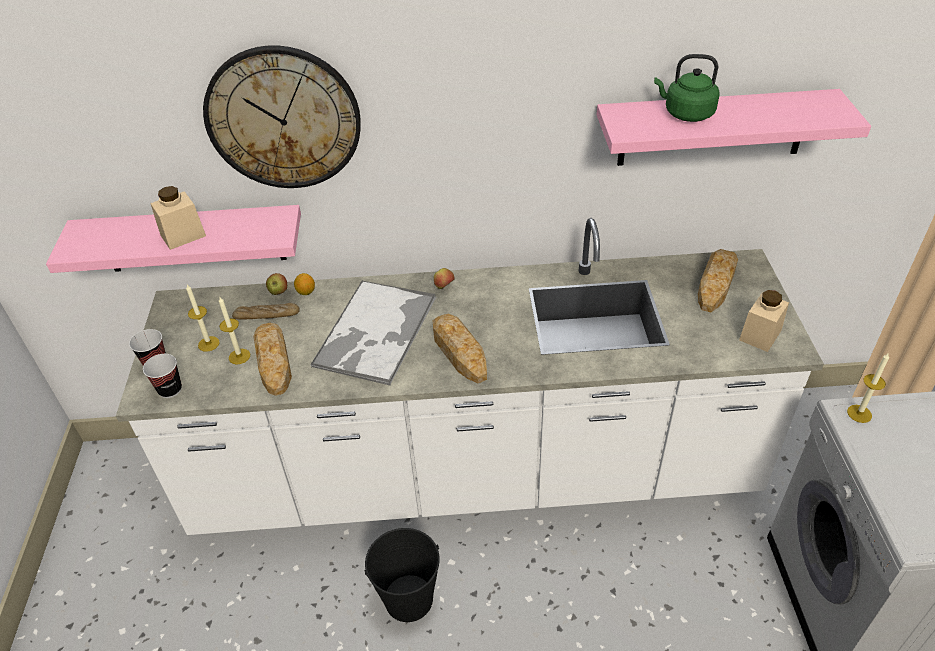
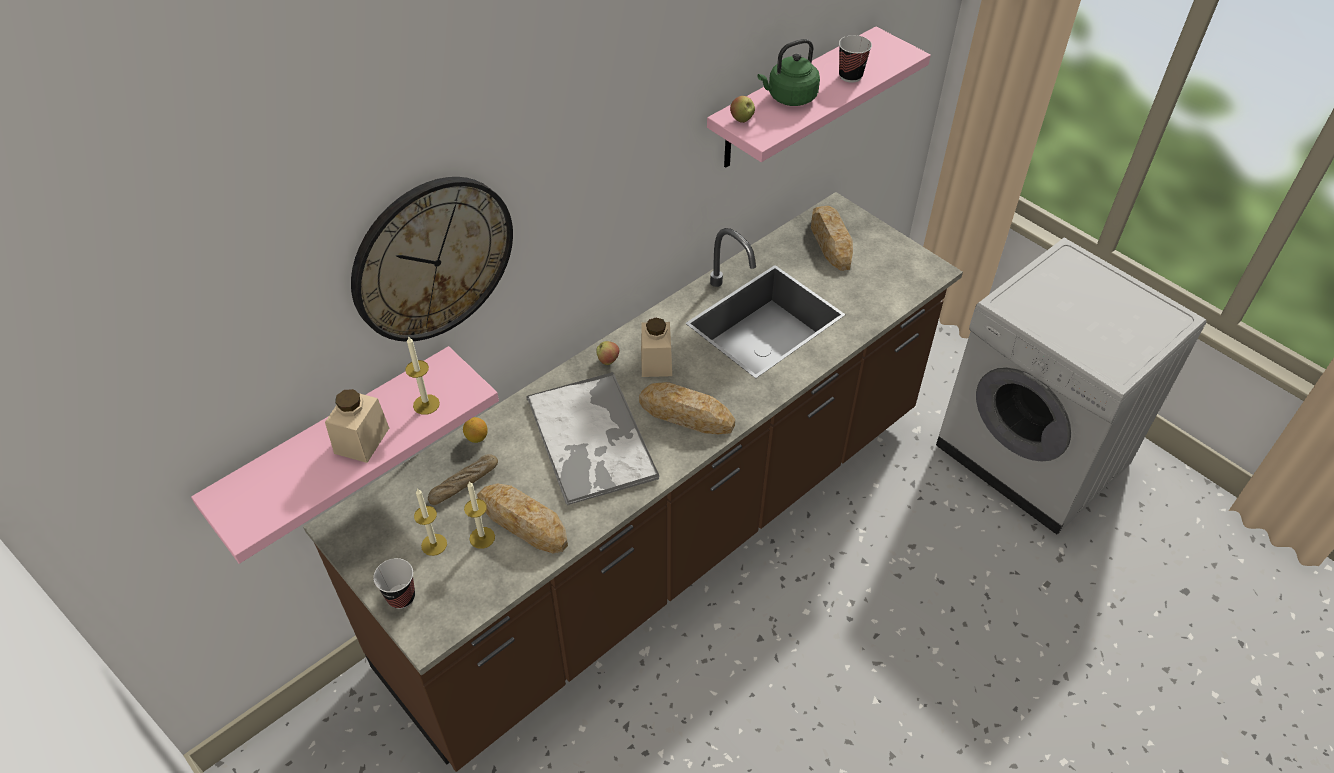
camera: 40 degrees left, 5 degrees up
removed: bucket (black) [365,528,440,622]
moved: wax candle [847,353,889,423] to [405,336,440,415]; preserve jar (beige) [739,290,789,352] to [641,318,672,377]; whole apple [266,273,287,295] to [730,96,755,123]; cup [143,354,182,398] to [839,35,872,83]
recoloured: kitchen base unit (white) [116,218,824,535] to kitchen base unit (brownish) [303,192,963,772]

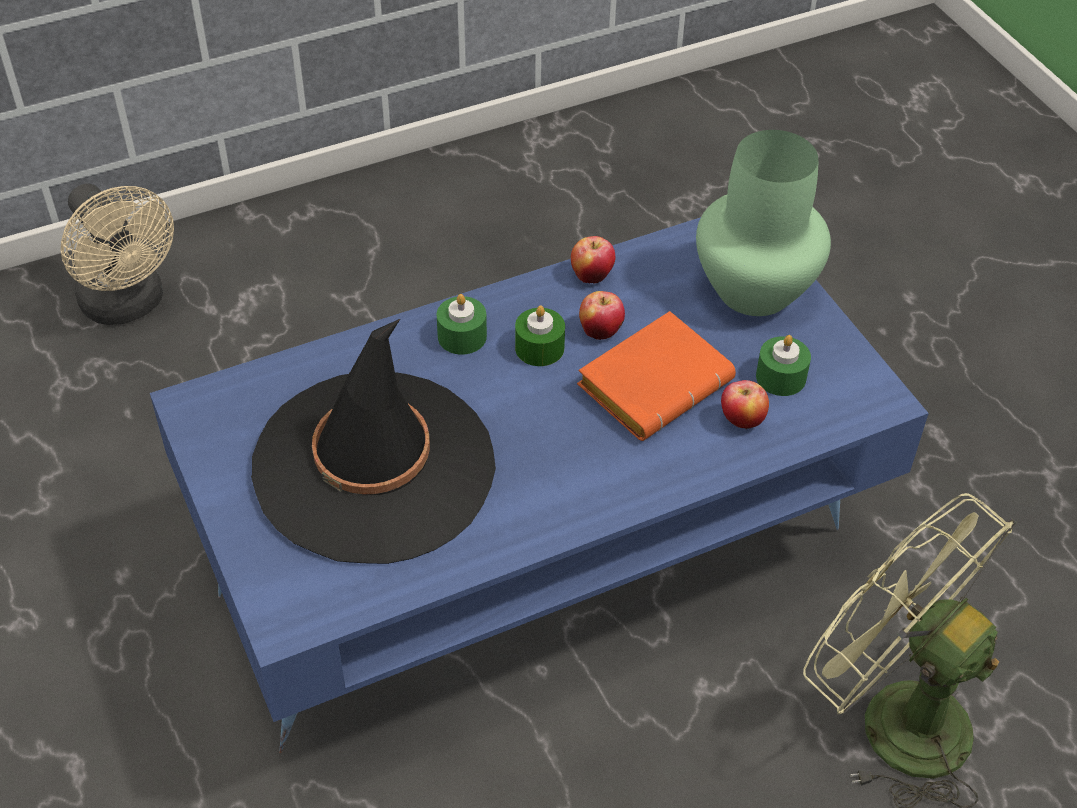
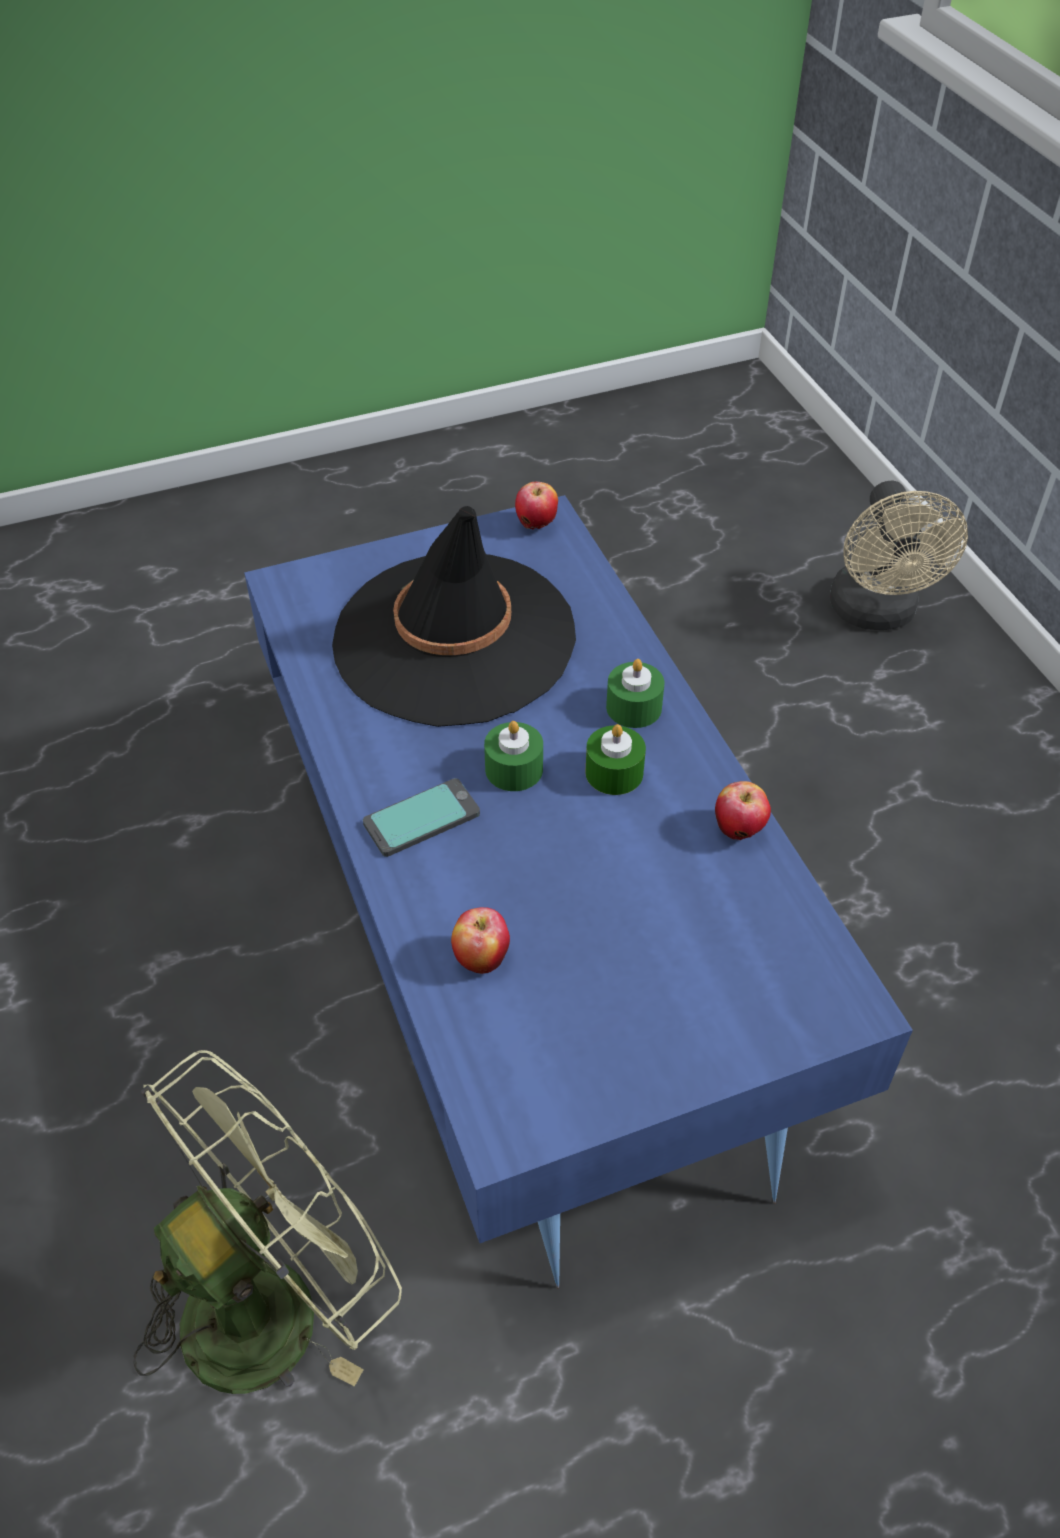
camera: 95 degrees right, 0 degrees up
removed: book (orange-coloured) [577,311,736,441]; vase (greenish) [696,130,831,316]
added: telephone [363,778,480,857]
moved: wax candle (greenish) [756,335,811,396] to [484,721,543,791]; whole apple [579,291,625,340] to [515,482,558,530]
turned: cooling fan (beige) [61,183,174,325] = [830,480,968,630] 60 degrees counterclockwise

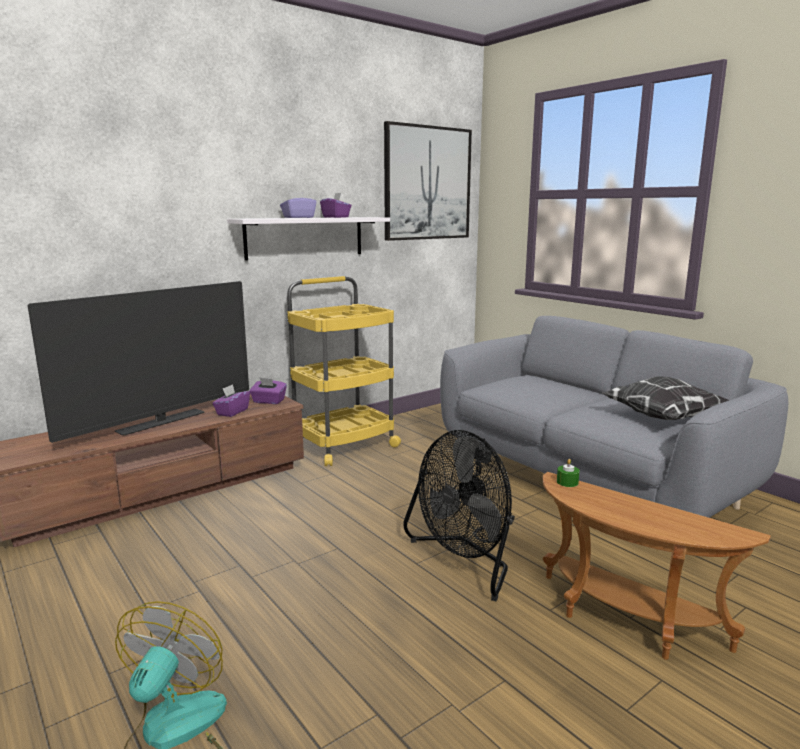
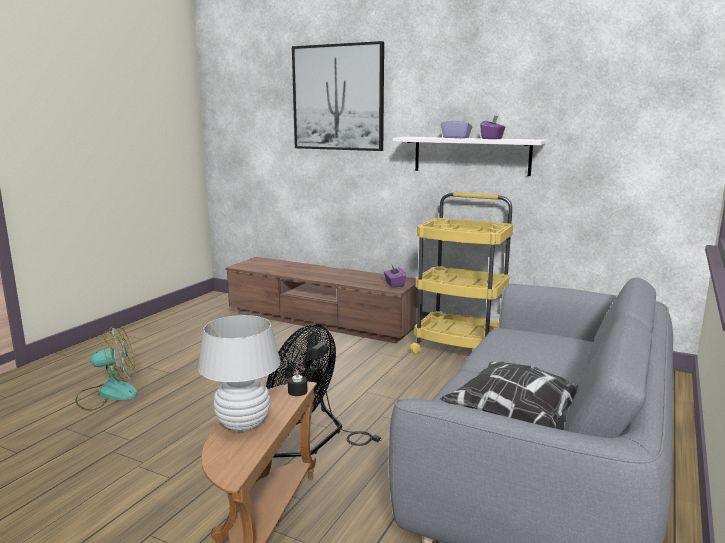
camera: 65 degrees right, 0 degrees up
removed: TV [28,281,249,443]; box of tissues (purplish) [212,384,250,417]
added: tabletop lamp (white) [198,315,281,432]
moved: picture [384,121,472,241] to [292,41,384,151]
recoloured: wax candle (greenish) [557,459,580,487] to wax candle (black) [288,370,307,396]

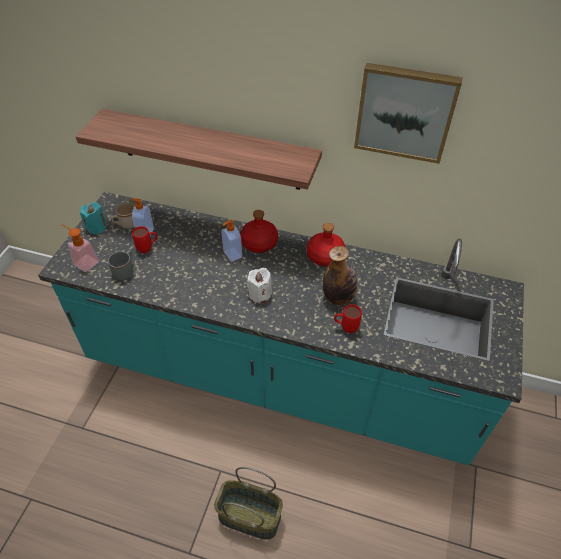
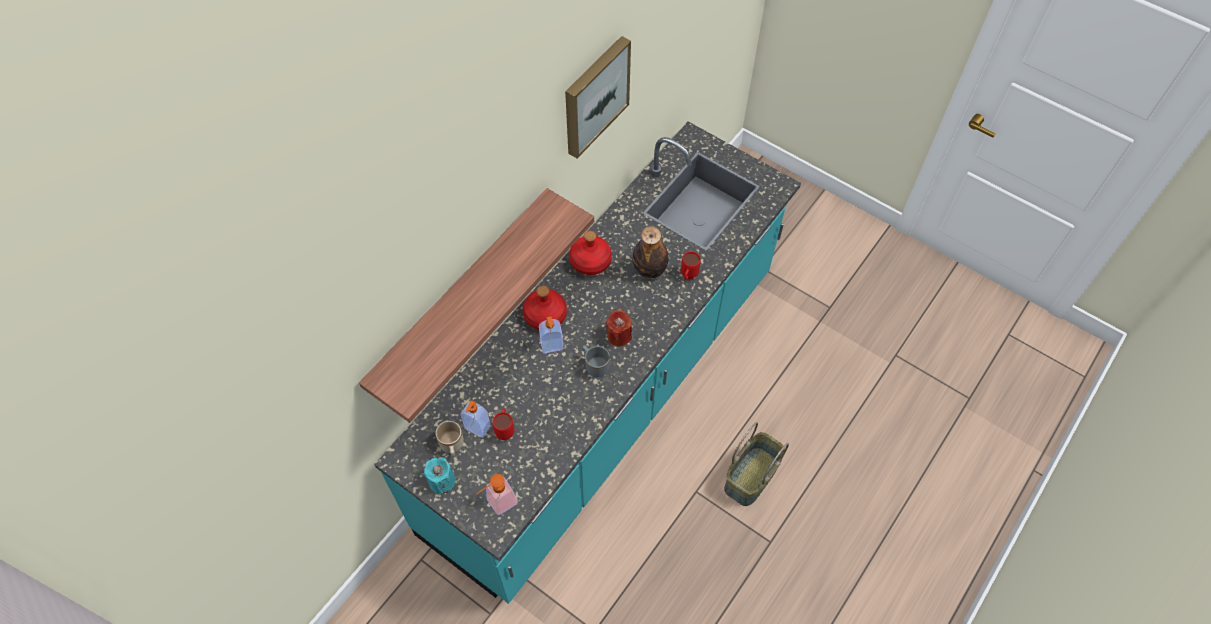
camera: 70 degrees left, 10 degrees up
moved: mug (greyish) [108,250,134,280] to [582,345,610,377]
recoloured: wax candle (white) [246,268,272,304] to wax candle (reddish) [606,310,632,346]

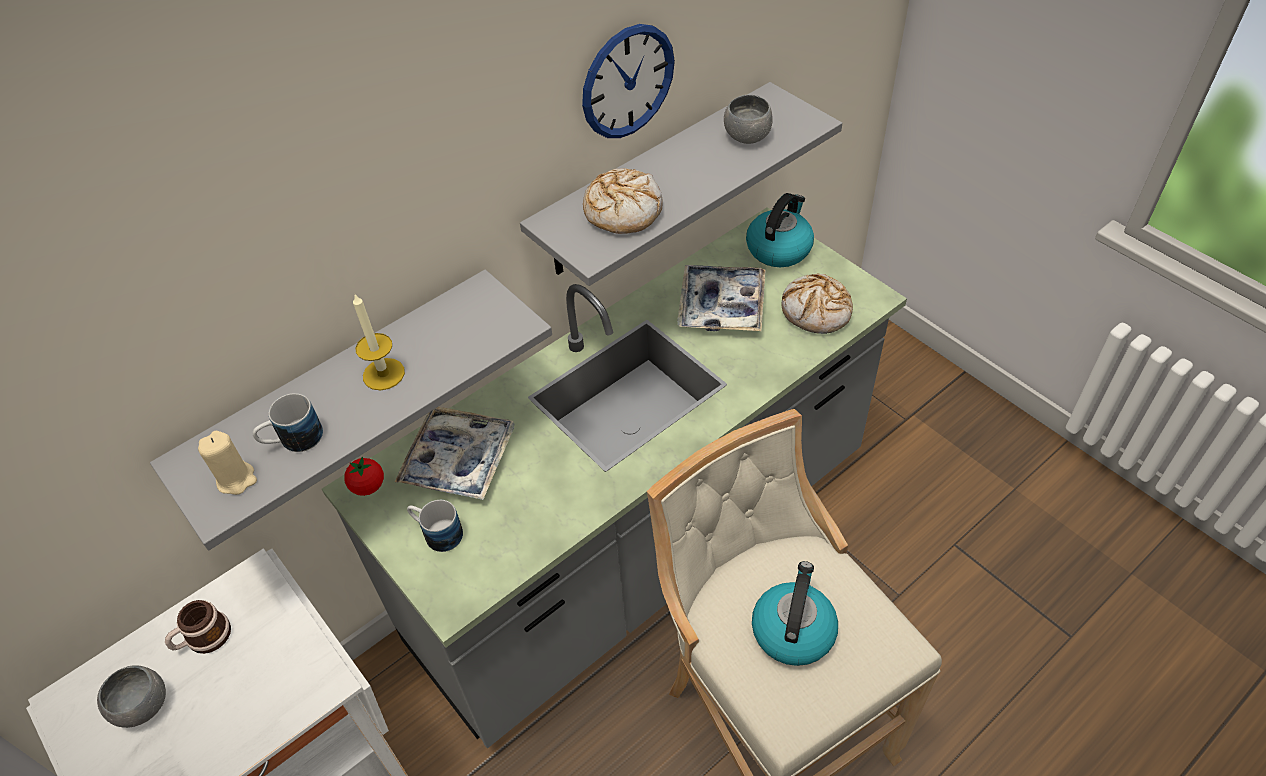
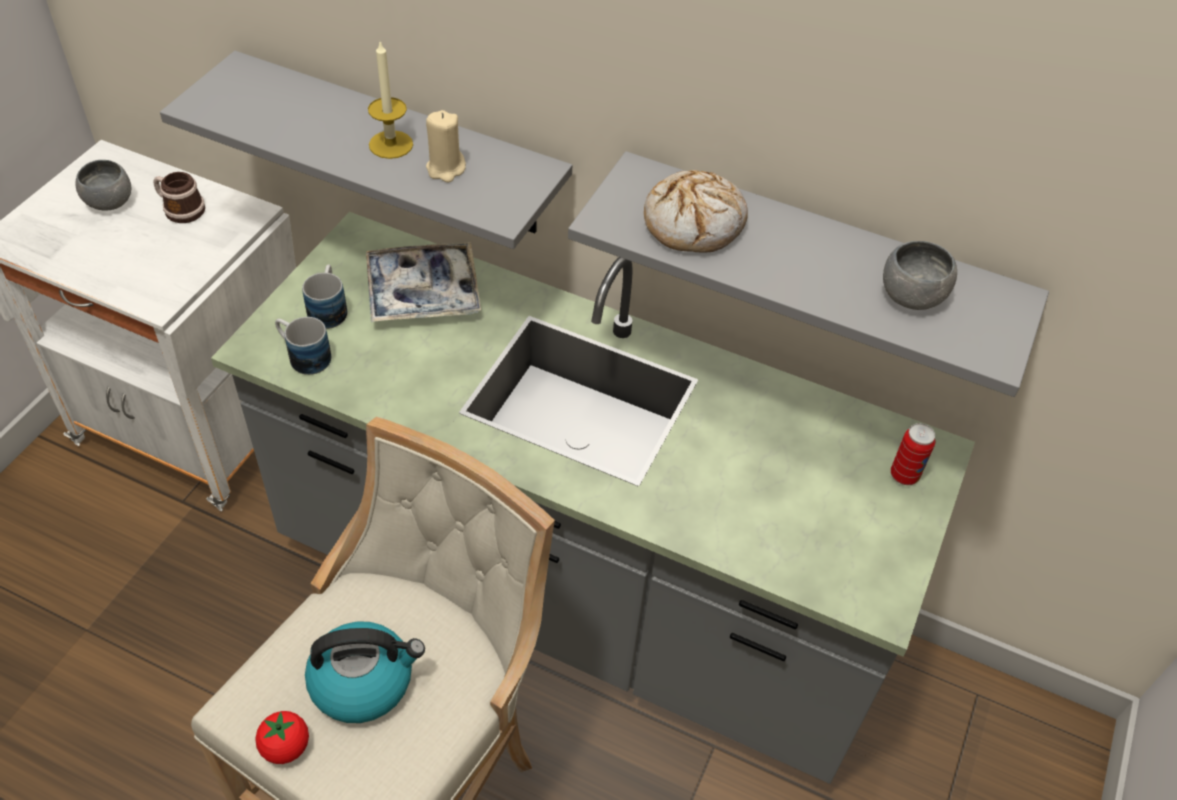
camera: 60 degrees right, 0 degrees up
removed: hanging clock [582,24,675,138]; carrying tray [677,265,766,331]; baked bread [782,274,853,334]
moved: tomato [344,457,384,496] to [255,711,309,764]; mug [252,393,323,452] to [275,317,331,375]; wax candle (beige) [198,431,257,495] to [426,110,466,182]
replaced: water kettle [746,193,814,267] to sealed can [891,423,935,485]

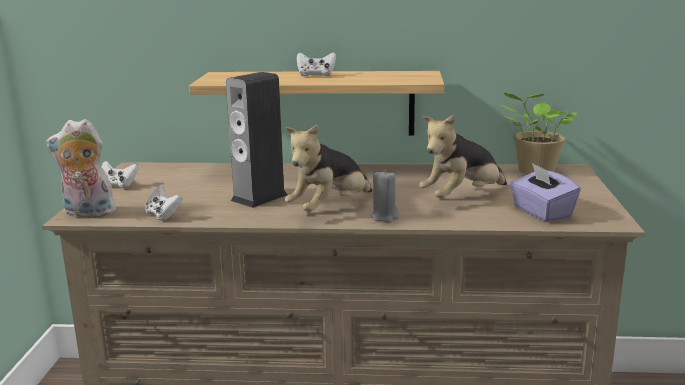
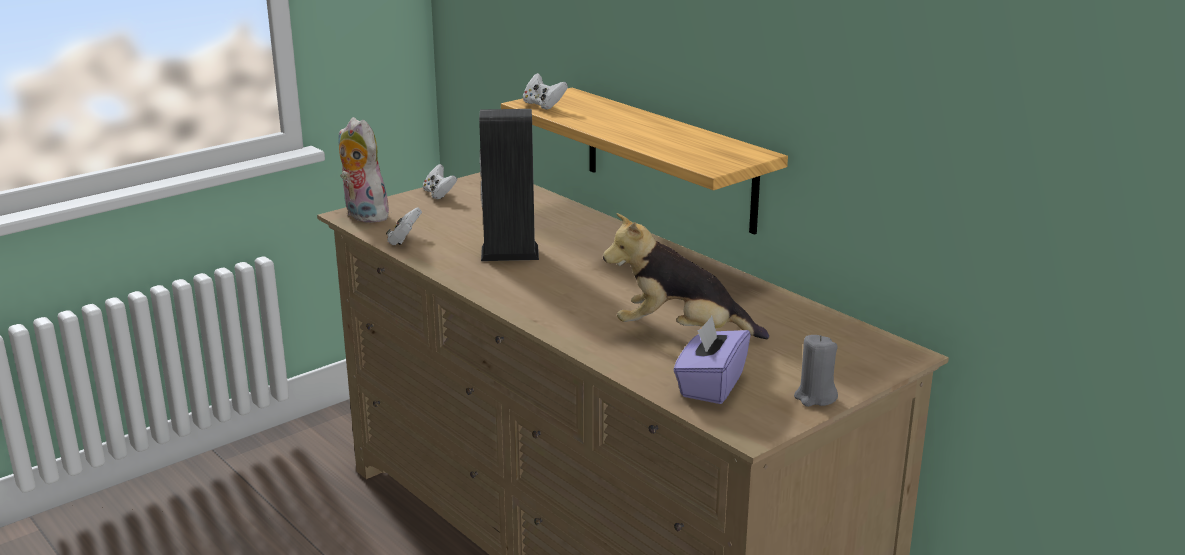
camera: 45 degrees right, 5 degrees up
removed: cuddly toy [285,124,372,212]; plant in a pot [498,92,577,174]
moved: game controller (white) [297,52,336,76] to [523,73,568,110]; wax candle (greyish) [370,170,399,223] to [794,335,838,407]

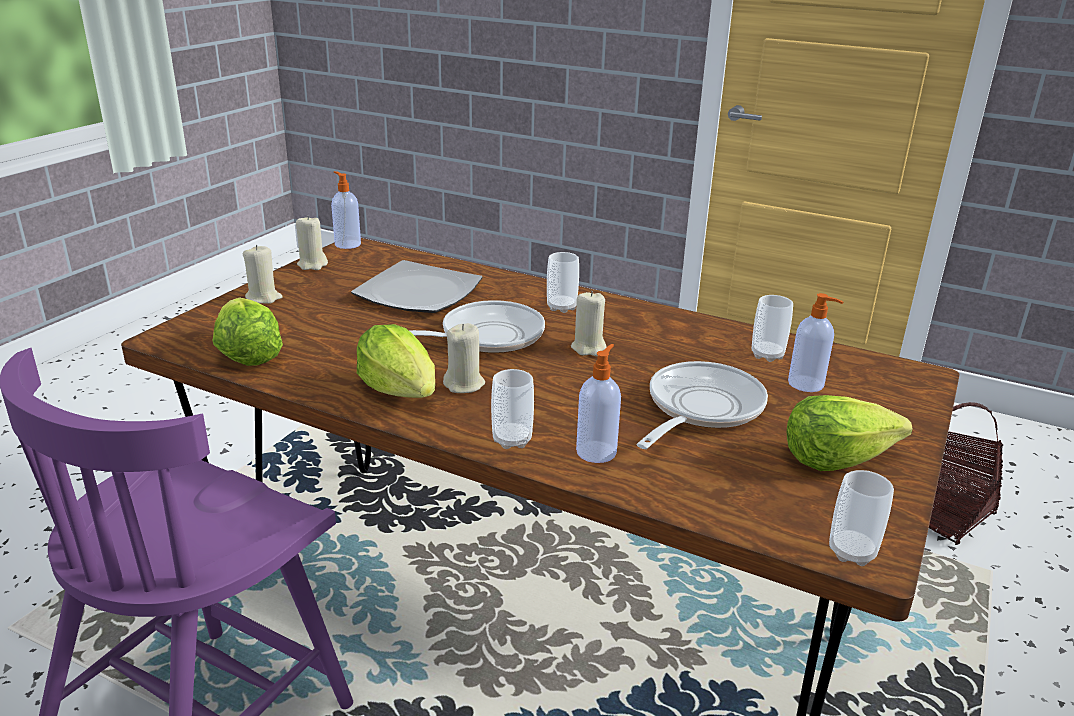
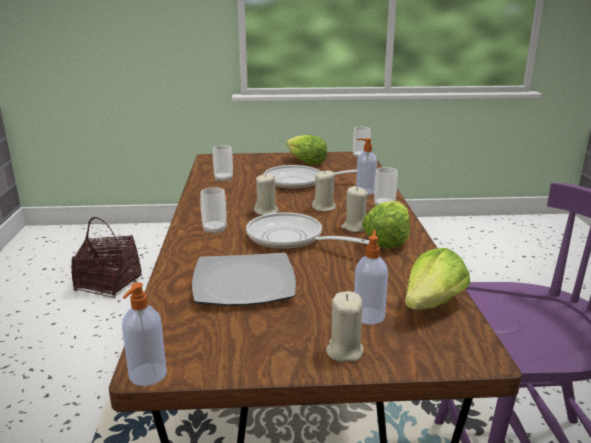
camera: 120 degrees left, 5 degrees down
moved: wax candle (beige) [296,215,328,270] to [312,170,336,211]; soap dispenser [788,293,843,392] to [354,230,388,325]

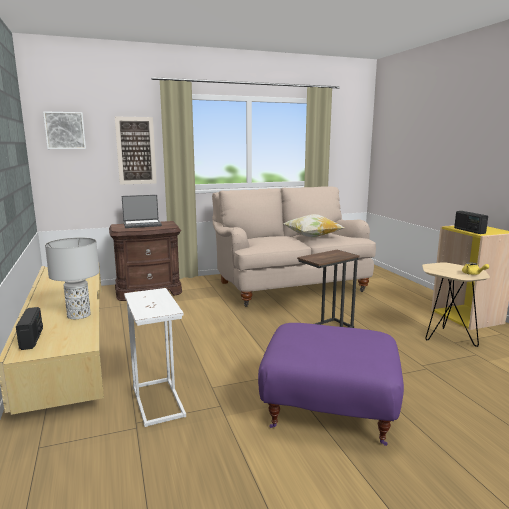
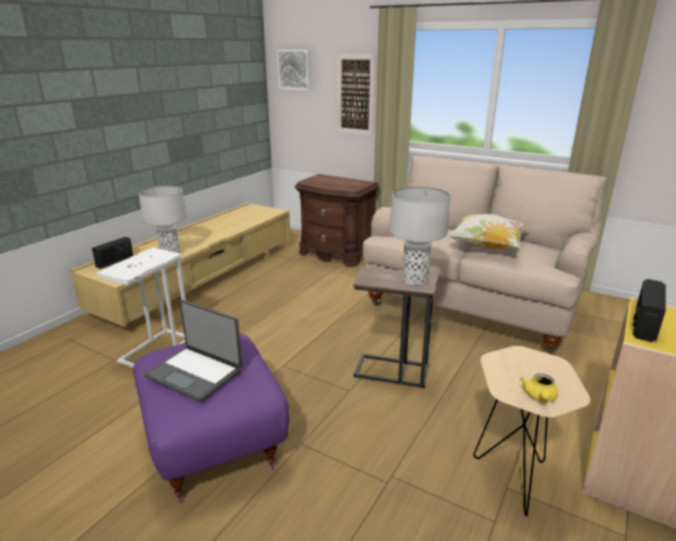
camera: 50 degrees right, 10 degrees up
added: tabletop lamp (white) [390,187,450,286]
moved: portable computer [122,195,162,228] to [144,300,242,402]

